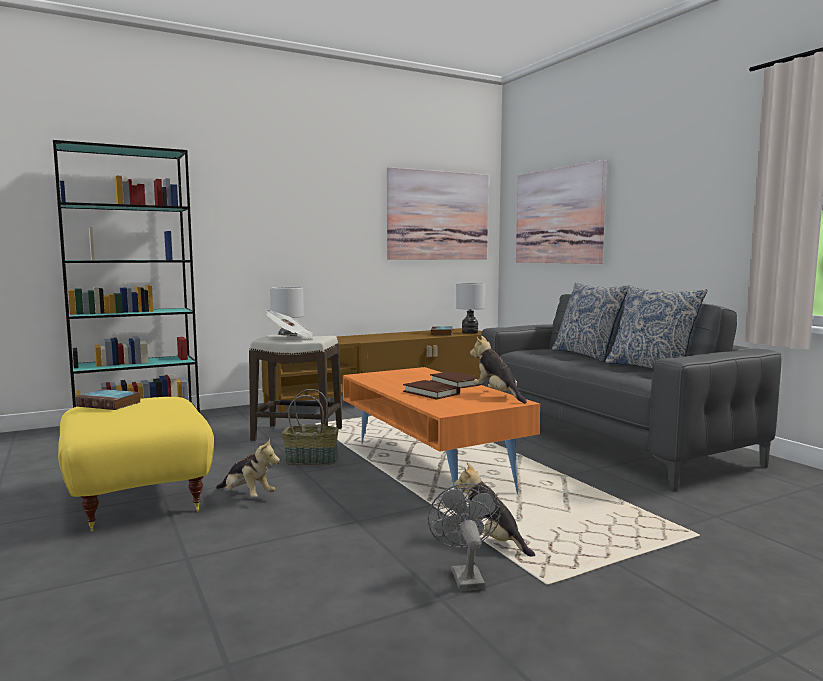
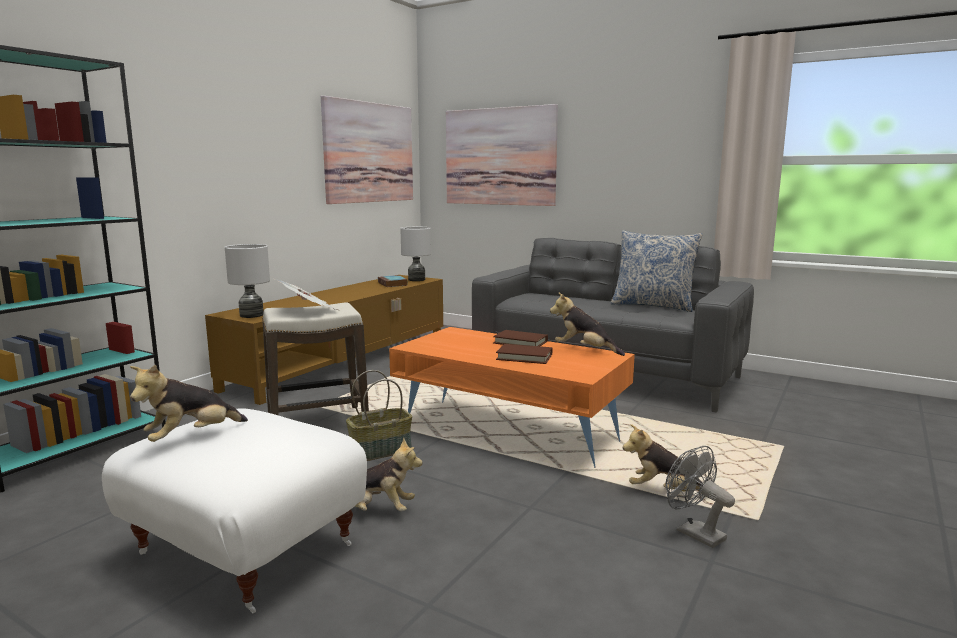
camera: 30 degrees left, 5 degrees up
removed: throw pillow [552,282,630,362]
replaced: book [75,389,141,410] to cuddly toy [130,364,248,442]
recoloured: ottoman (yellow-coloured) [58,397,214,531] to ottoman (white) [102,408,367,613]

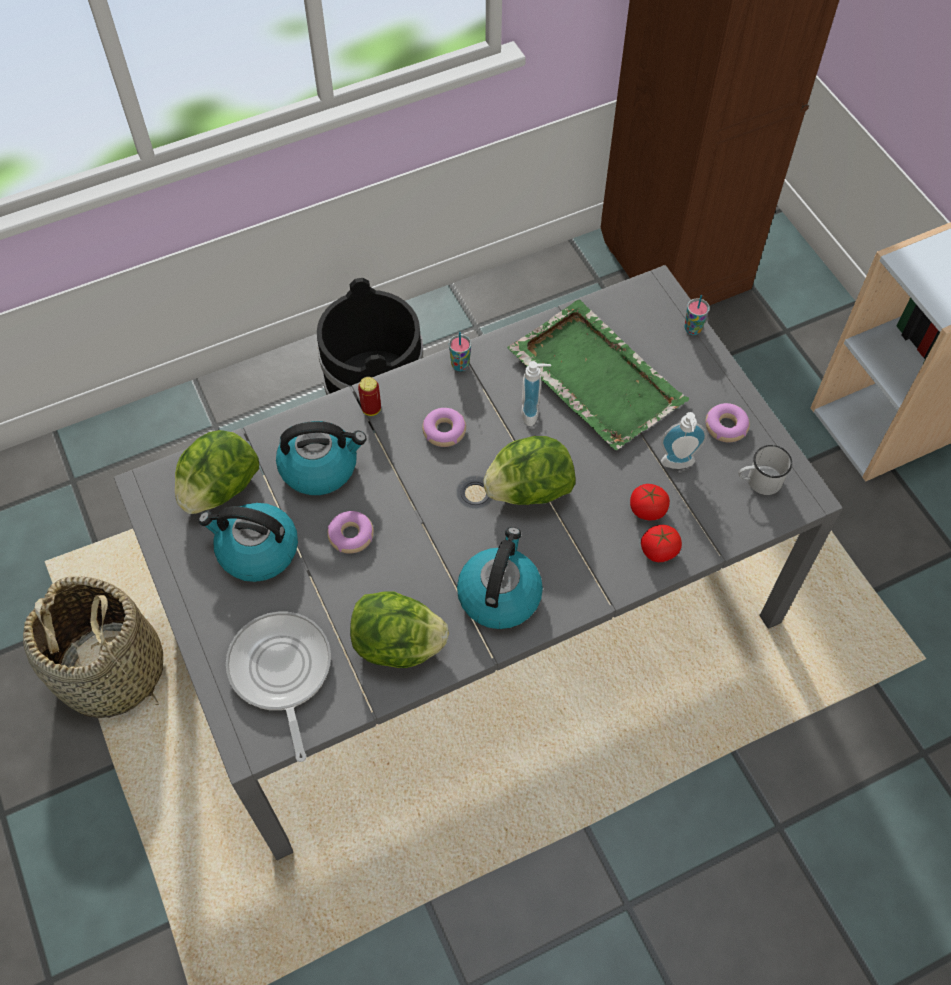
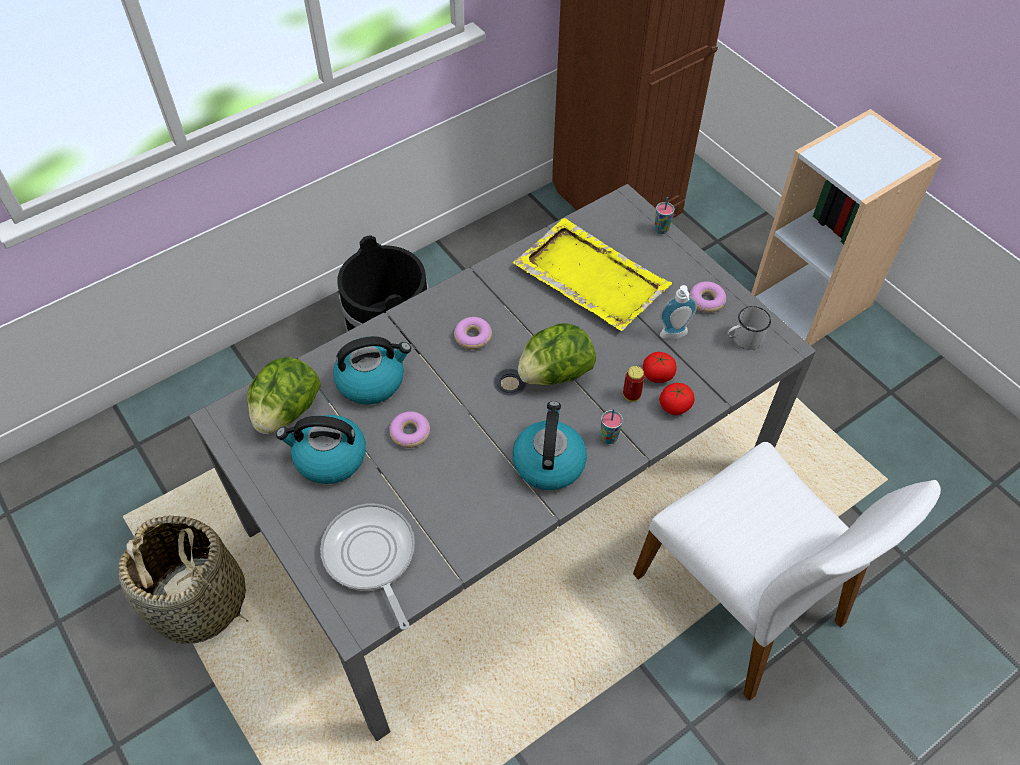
camera: 10 degrees left, 5 degrees down
removed: head of lettuce [350,592,449,668]; soap dispenser [521,361,551,426]
added: plain chair (white) [633,442,941,701]
moved: cup [449,332,471,372] to [601,409,623,444]; sealed can [358,377,381,416] to [623,366,645,402]
recoloured: carrying tray (greenish) [507,300,689,450] to carrying tray (yellow-coloured) [513,218,672,331]

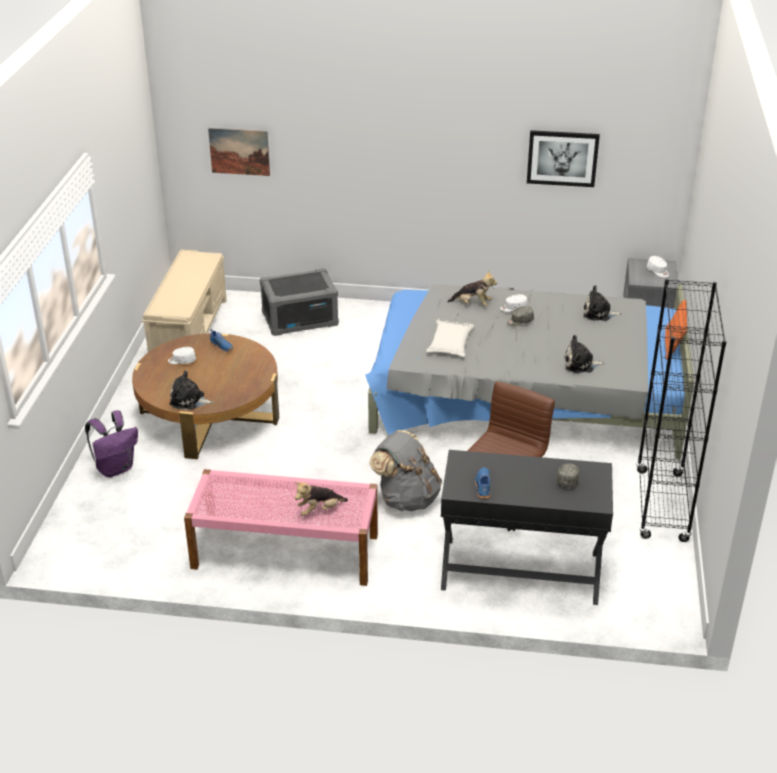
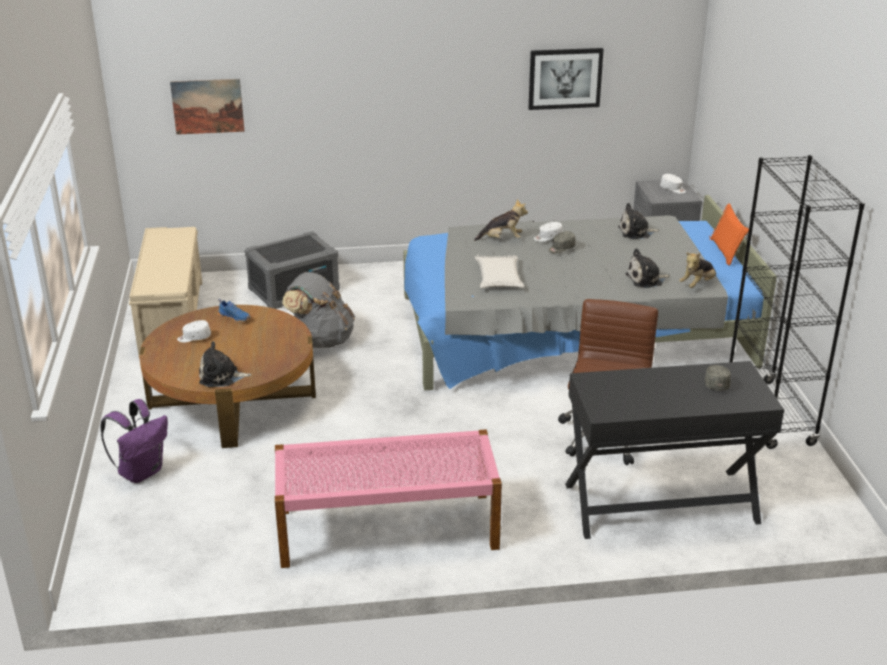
camera: 15 degrees left, 5 degrees down
removed: shoe (bluish) [475,467,491,499]
moved: backpack (greyish) [369,430,442,511] to [282,272,355,348]; cuddly toy [295,482,348,516] to [679,253,716,288]

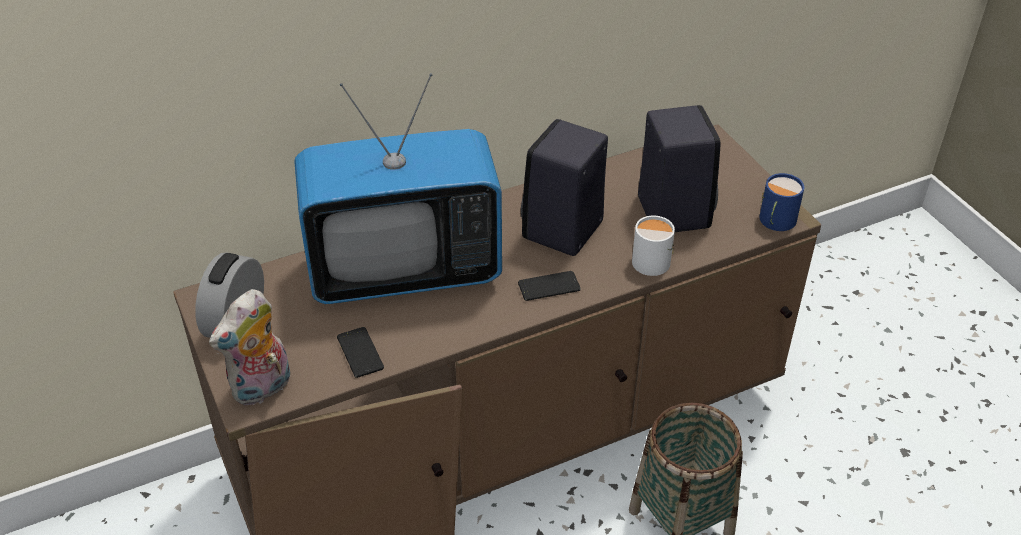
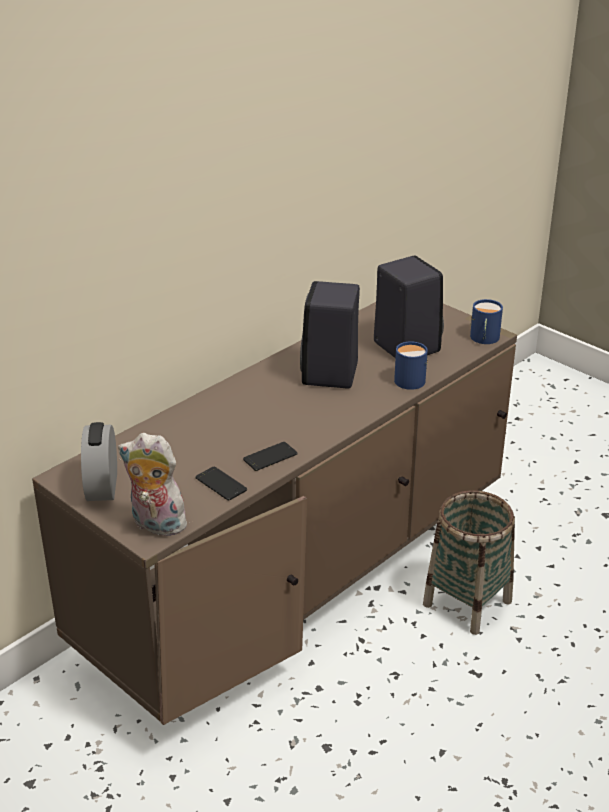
camera: 20 degrees left, 10 degrees down
removed: TV [294,73,502,304]
moved: telephone [518,271,581,301] to [243,442,298,471]
recoloured: mug (white) [632,215,675,276] to mug (bluish) [394,342,428,390]
turned: cuddly toy [209,289,291,406] = [118,433,191,536] 90 degrees clockwise

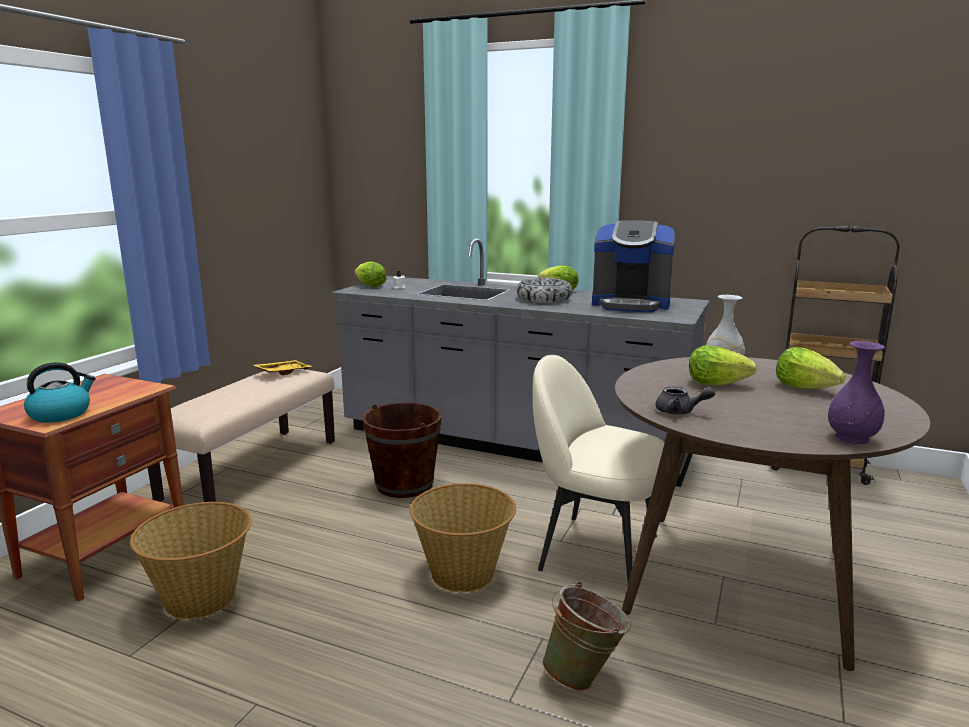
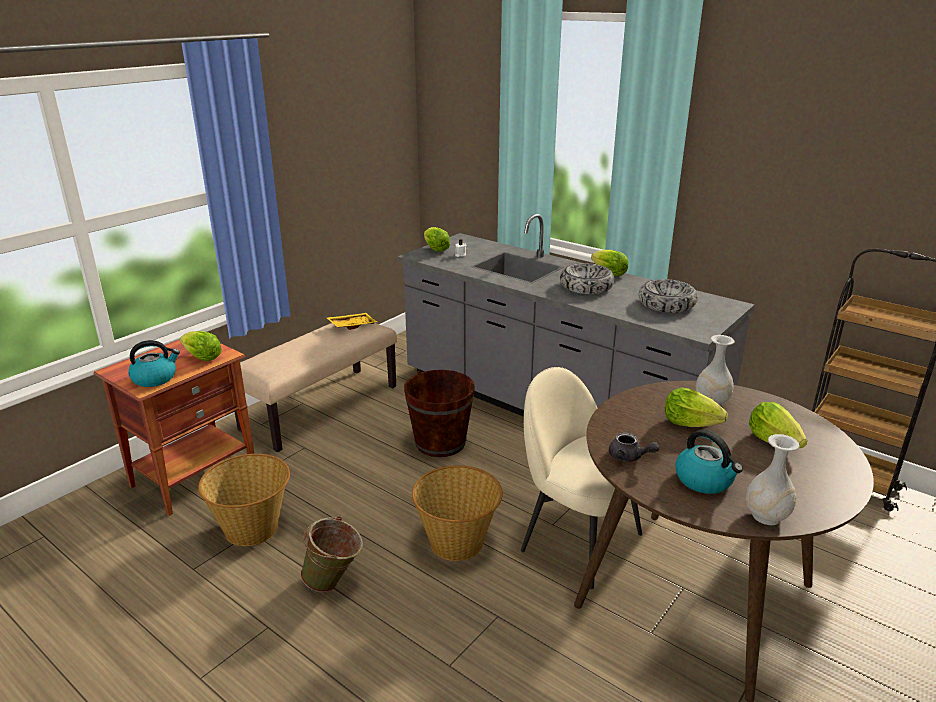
camera: 15 degrees right, 10 degrees up
added: head of lettuce [180,331,222,361]; water kettle [675,430,743,494]
moved: bucket (greenish) [542,581,631,691] to [301,516,363,592]
replaced: coffee maker [592,220,675,313] to bowl [639,279,698,313]
recoloured: vase (purplish) [828,341,885,444] to vase (white) [746,434,800,525]

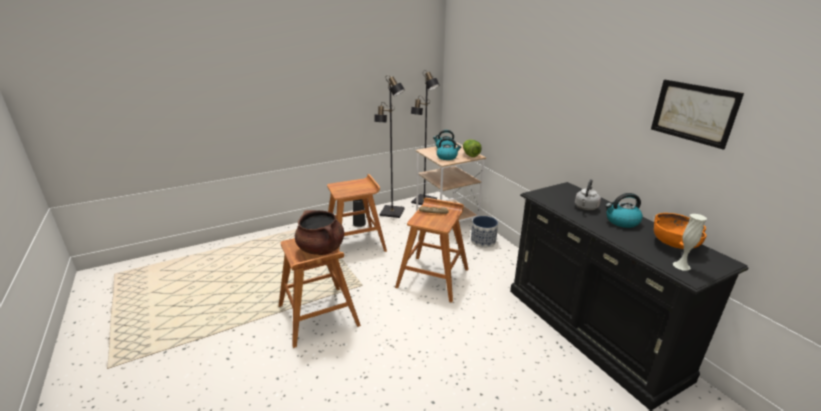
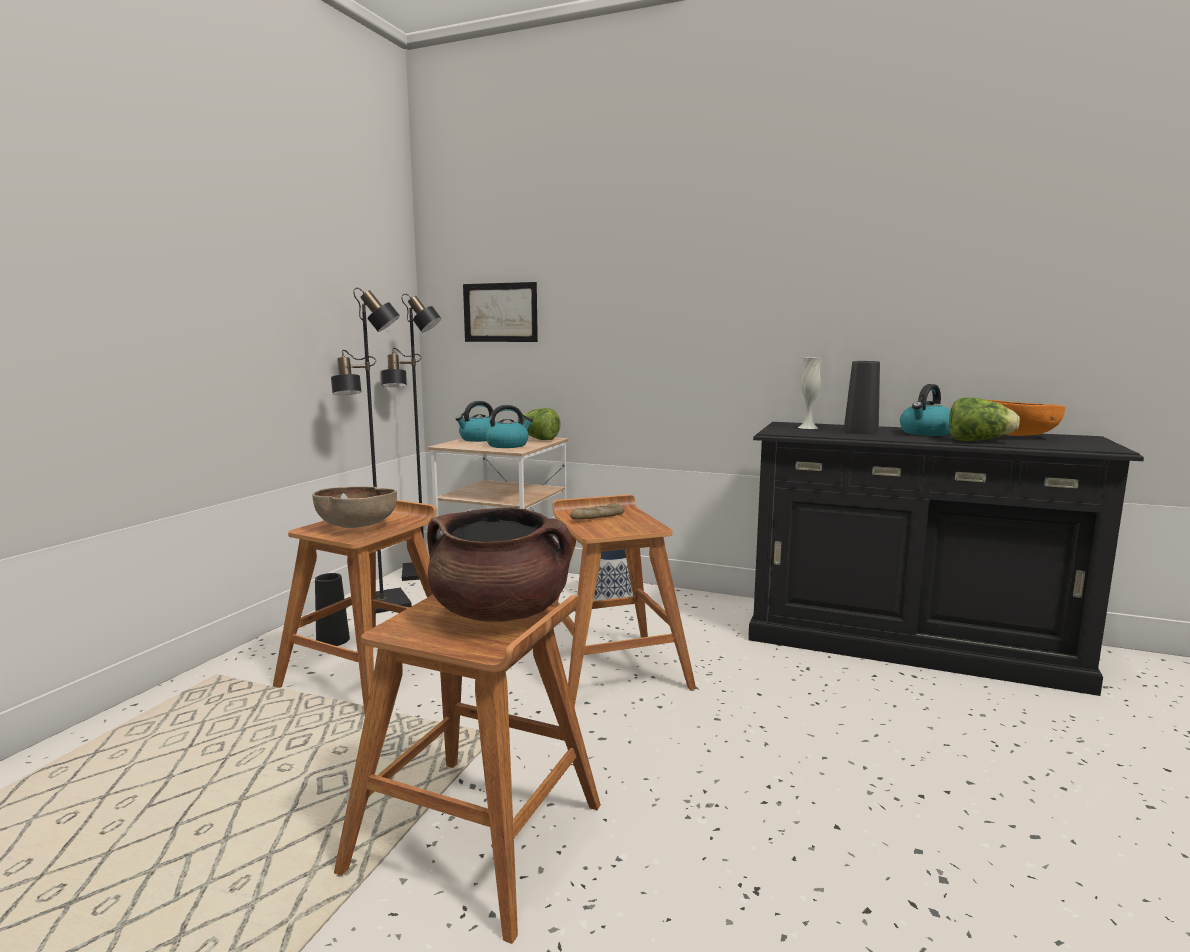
camera: 40 degrees left, 15 degrees down
added: bowl (brownish) [312,486,397,528]; head of lettuce [949,397,1020,442]
moved: picture [651,80,744,150] to [463,282,538,342]; vase (white) [673,214,707,271] to [798,357,821,429]
replaced: water kettle (greyish) [575,179,601,210] to vase (black) [844,361,880,434]

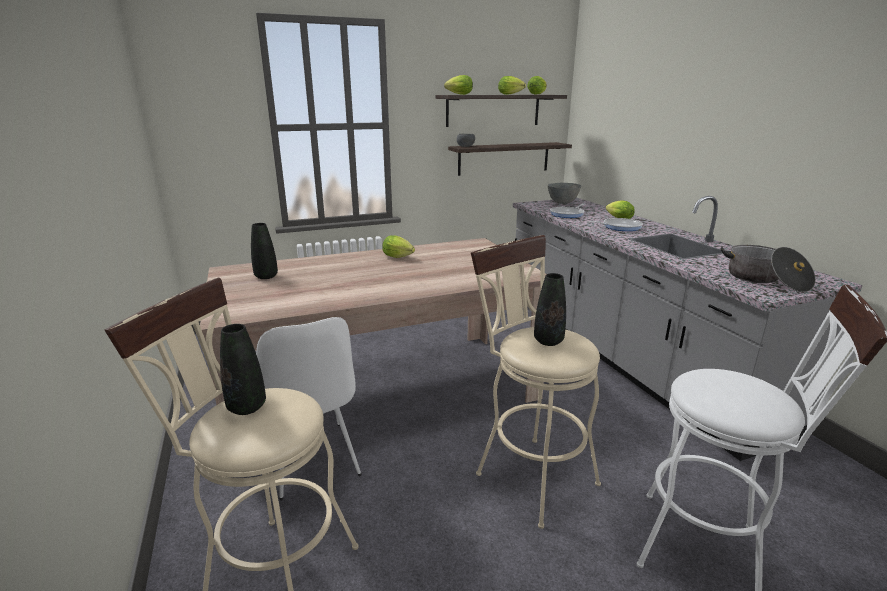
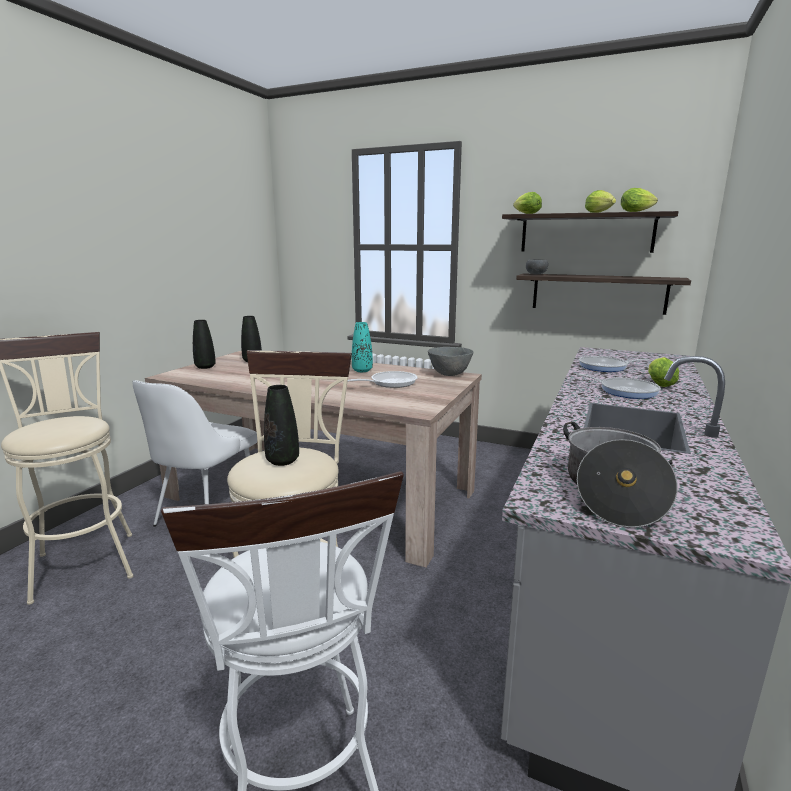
camera: 45 degrees right, 5 degrees down
added: skillet [348,371,418,388]
moved: vase (black) [220,324,266,415] to [193,320,216,369]; bowl (greyish) [548,183,581,204] to [428,347,474,376]
replaced: head of lettuce [382,235,415,258] to vase (turquoise) [352,322,373,372]

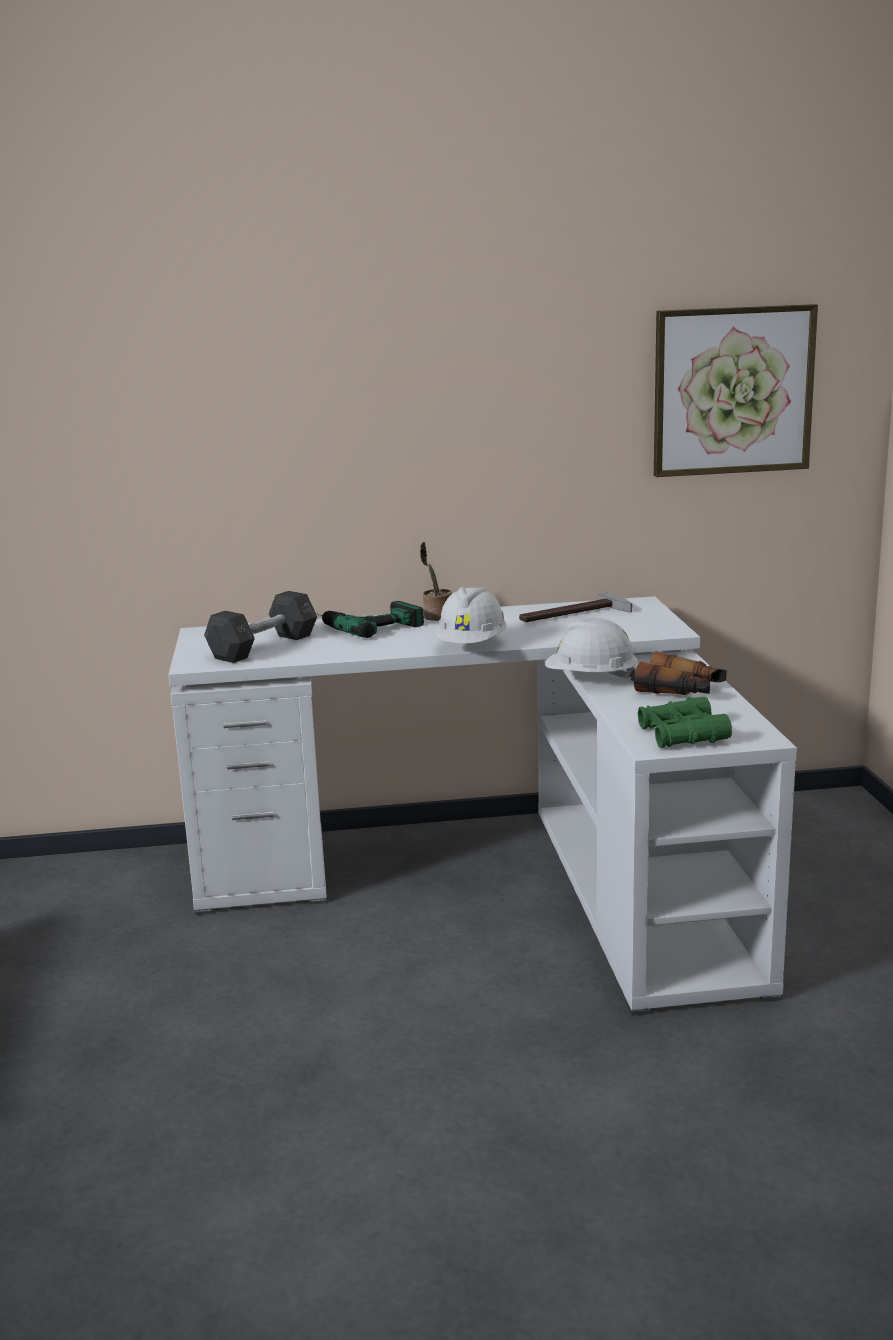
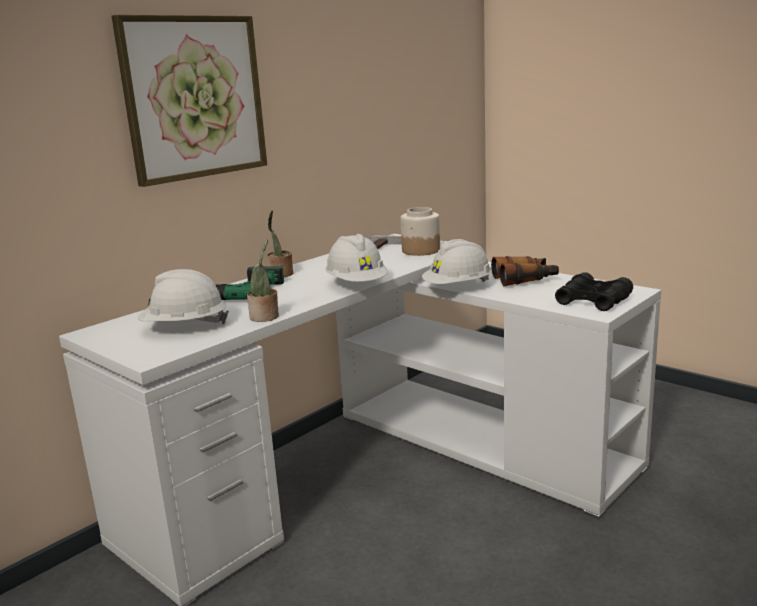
camera: 40 degrees left, 0 degrees up
added: plant in a pot [247,240,279,322]; preserve jar [400,207,440,256]
moved: picture [654,304,818,477] to [112,15,267,187]
replaced: free weight (greyish) [204,591,317,663] to hard hat (white) [138,269,229,324]
recoloured: binoculars (greenish) [638,697,732,748] to binoculars (black) [555,272,633,311]

